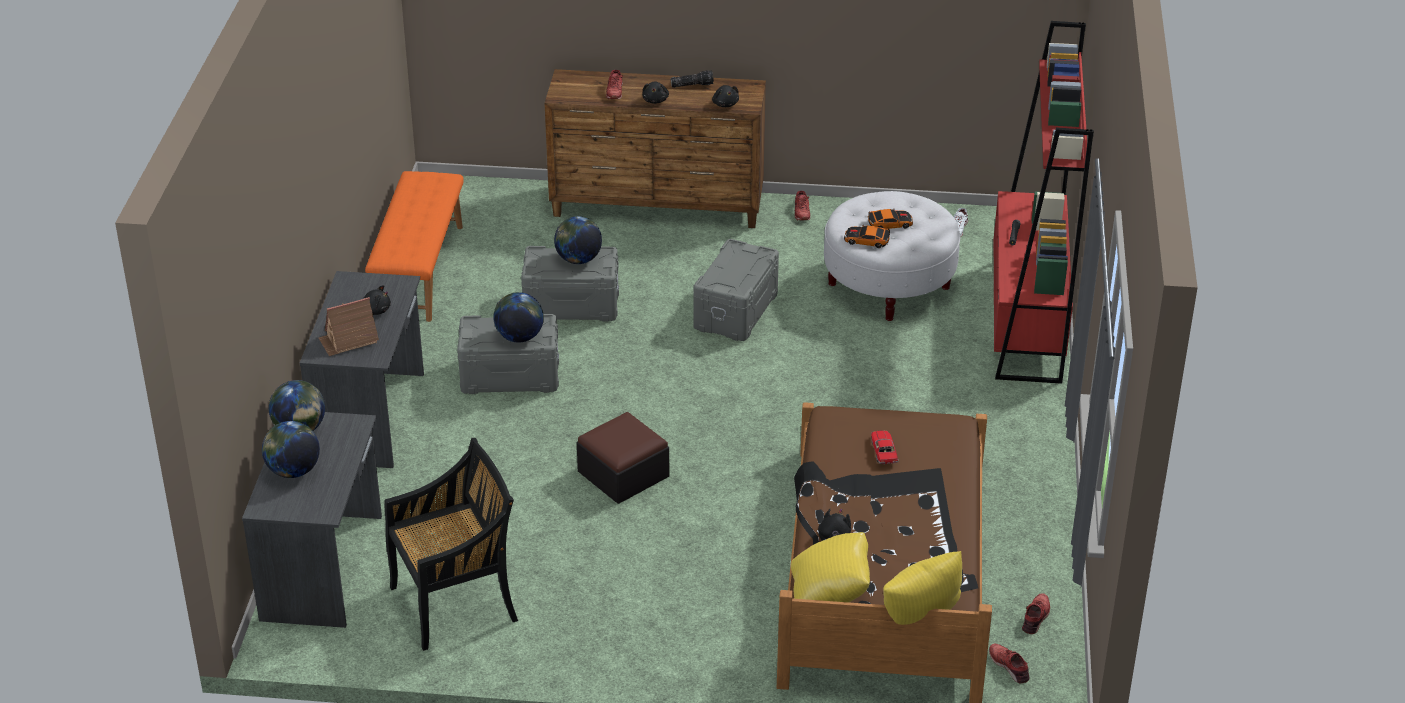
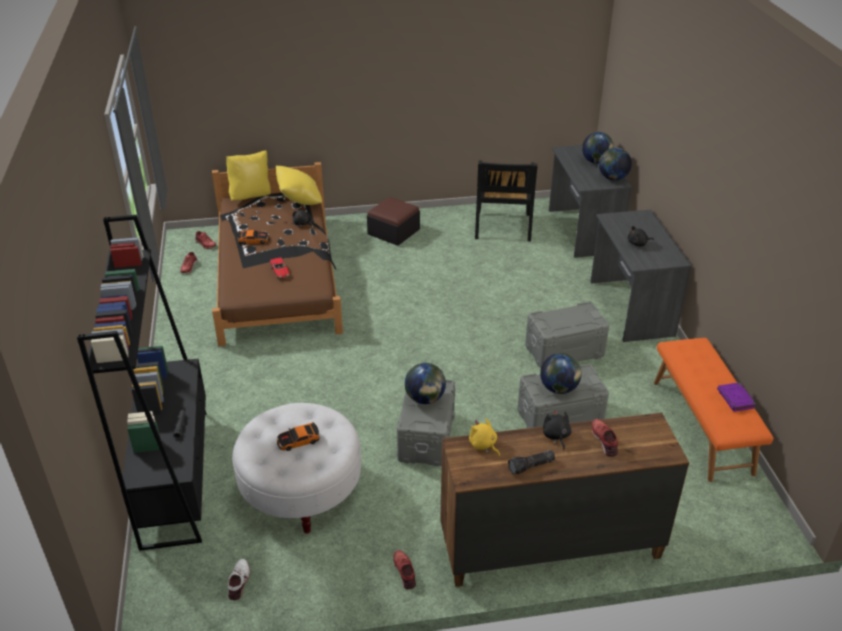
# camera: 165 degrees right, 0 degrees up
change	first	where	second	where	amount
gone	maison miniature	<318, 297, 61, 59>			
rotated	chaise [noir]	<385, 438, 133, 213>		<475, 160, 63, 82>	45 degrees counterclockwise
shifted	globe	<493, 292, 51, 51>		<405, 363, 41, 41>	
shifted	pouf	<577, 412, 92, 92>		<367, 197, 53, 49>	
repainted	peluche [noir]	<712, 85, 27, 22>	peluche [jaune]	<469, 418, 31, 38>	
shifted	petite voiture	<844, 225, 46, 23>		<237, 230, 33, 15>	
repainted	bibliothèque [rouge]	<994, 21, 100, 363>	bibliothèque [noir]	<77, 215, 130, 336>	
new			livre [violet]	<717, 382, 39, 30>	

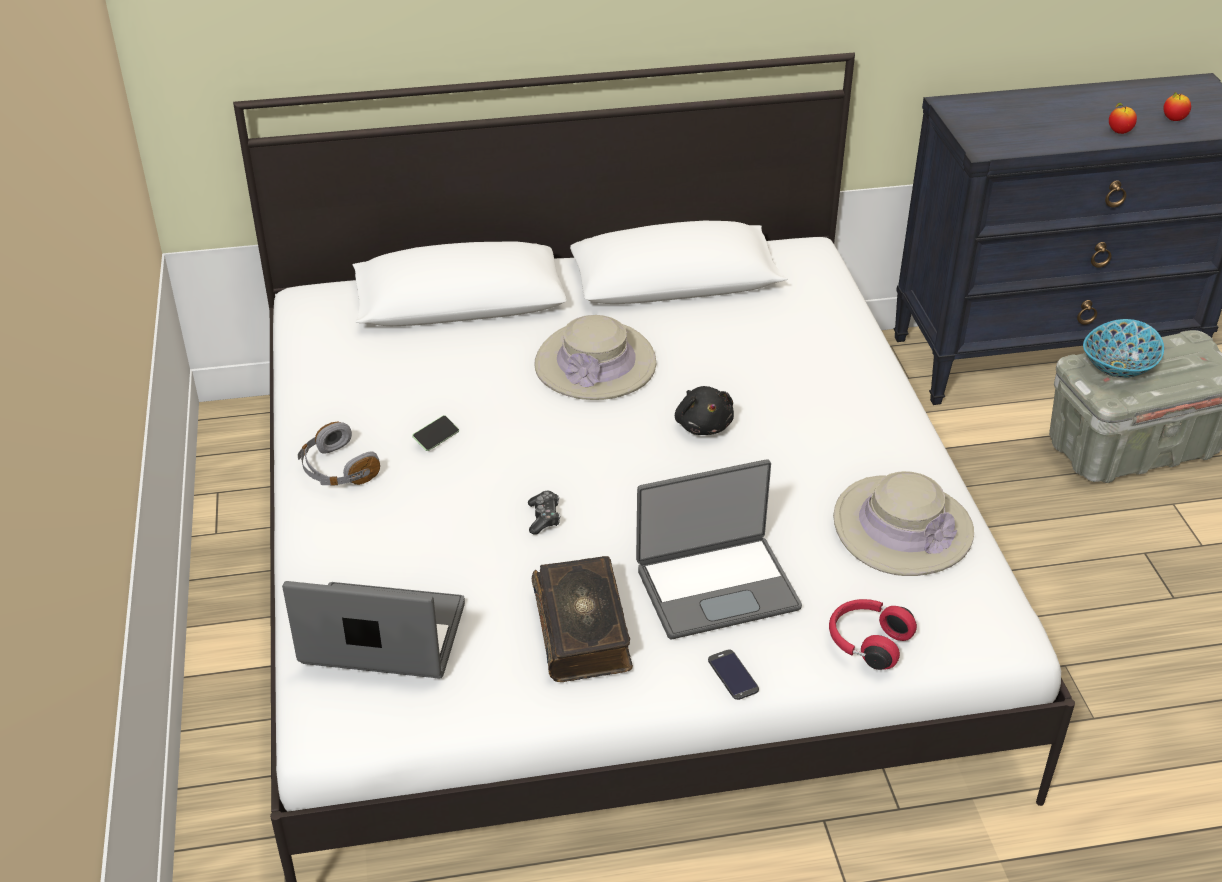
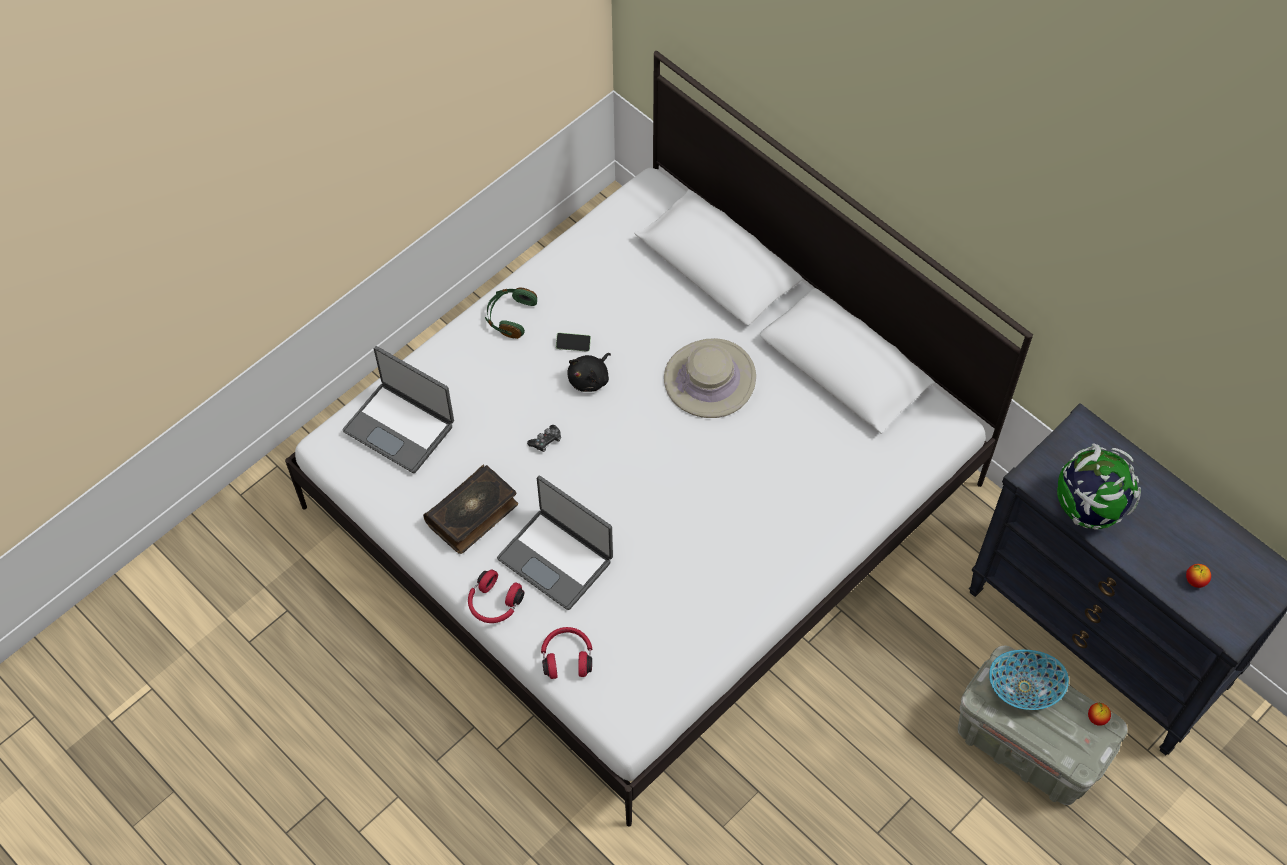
# camera: 55 degrees right, 20 degrees up
change	first	where	second	where	amount
rotated	ordinateur portable	<282, 581, 183, 97>		<342, 346, 112, 127>	150 degrees clockwise
repainted	casque audio [gris]	<298, 421, 82, 65>	casque audio [vert]	<485, 287, 52, 52>	
shifted	peluche [noir]	<675, 386, 59, 49>		<567, 353, 44, 39>	
swapped	téléphone	<708, 649, 51, 51>	casque audio [rouge]	<468, 570, 56, 53>	
gone	chapeau [beige]	<833, 471, 141, 105>			
shifted	pomme	<1109, 103, 28, 31>		<1088, 702, 23, 24>	
new			globe	<1057, 443, 84, 87>	

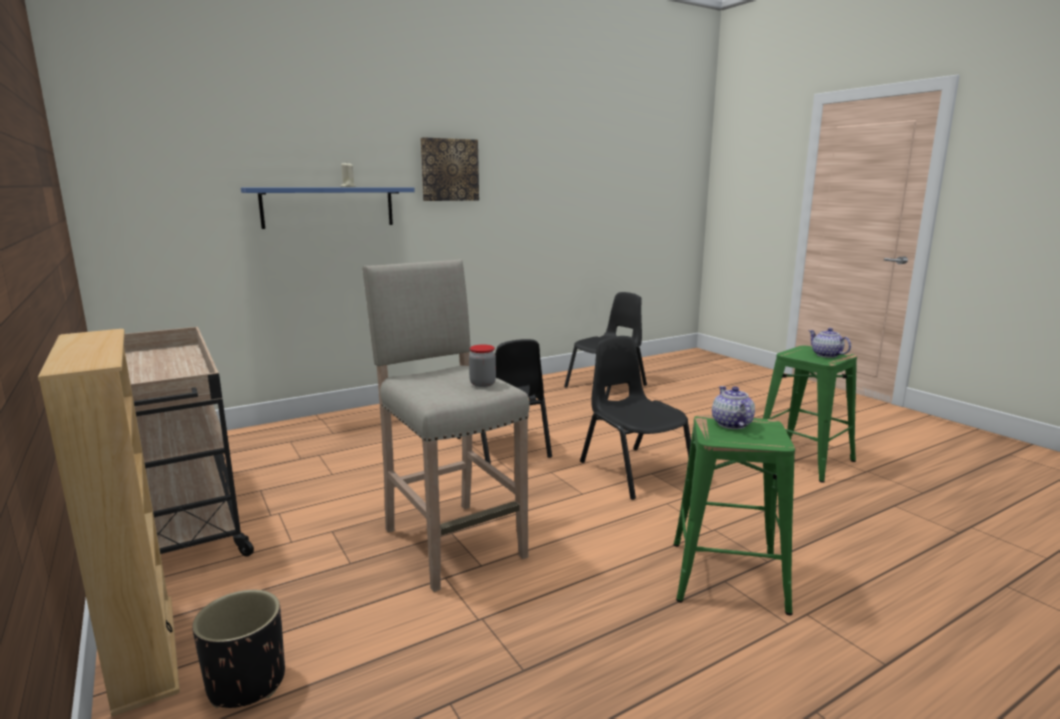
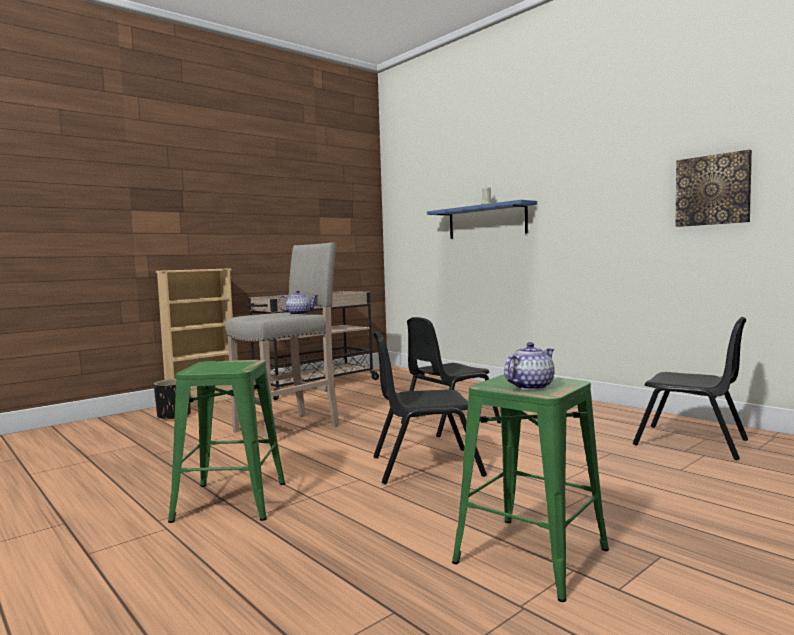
# camera: 80 degrees right, 10 degrees down
change	first	where	second	where	amount
shifted	tableau	<420, 137, 59, 64>		<675, 150, 77, 77>	
gone	bocal	<469, 344, 27, 43>			
rotated	chaise [noir]	<580, 336, 111, 164>		<374, 331, 113, 153>	150 degrees counterclockwise
shifted	théière	<712, 386, 43, 43>		<278, 290, 40, 25>	

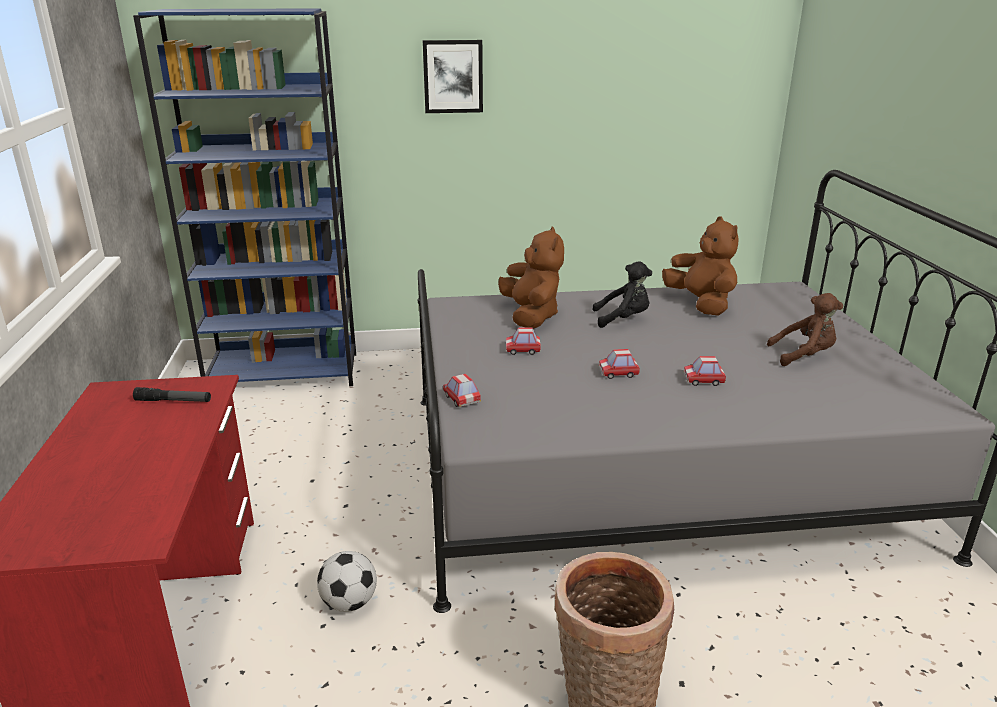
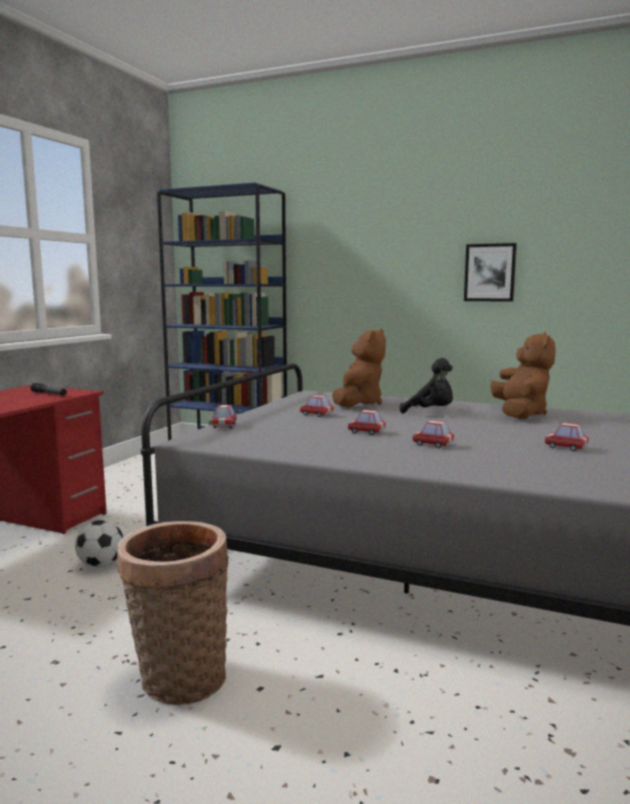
# camera: 30 degrees right, 15 degrees down
change	first	where	second	where	amount
shifted	tableau	<423, 40, 60, 73>		<464, 243, 53, 59>	
swapped	peluche [marron]	<767, 293, 76, 73>	petite voiture	<544, 423, 45, 28>	

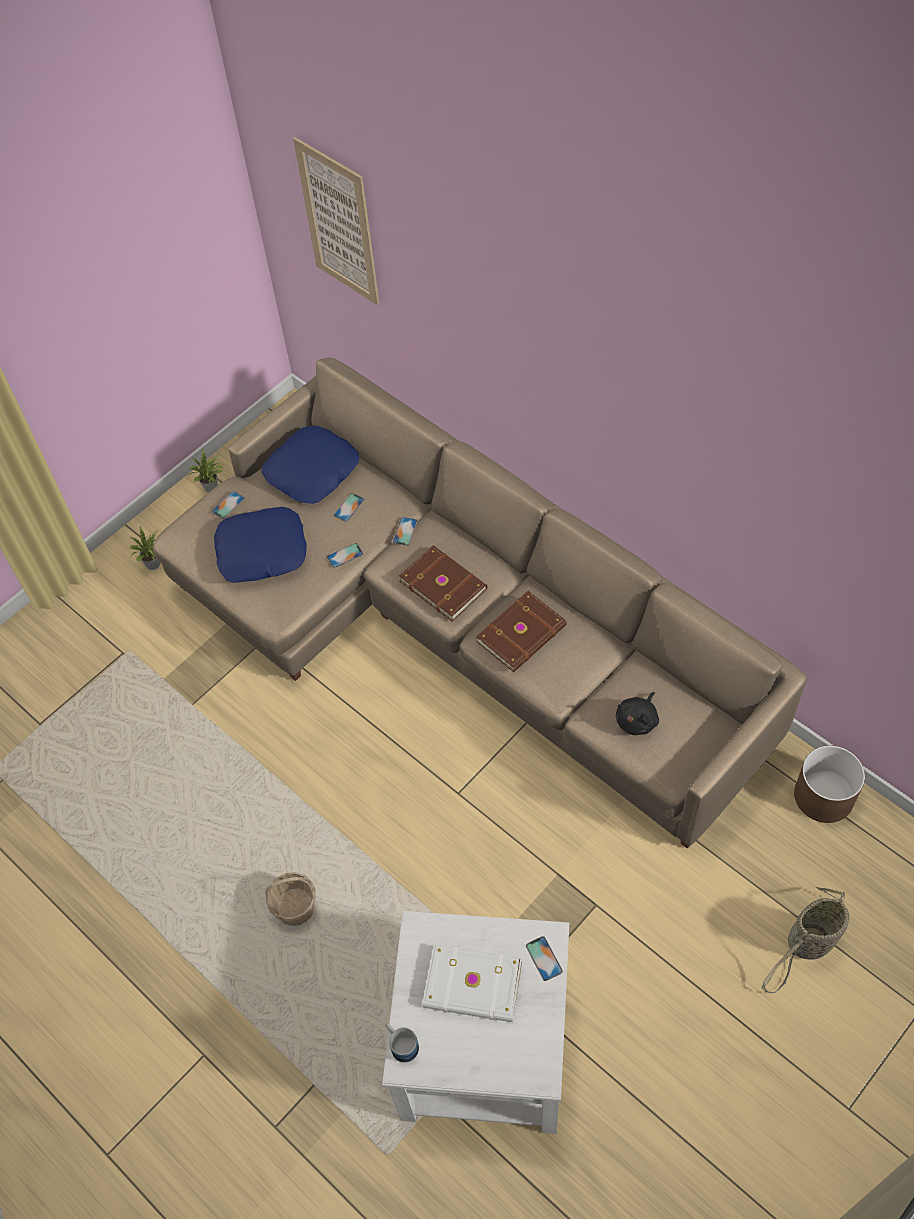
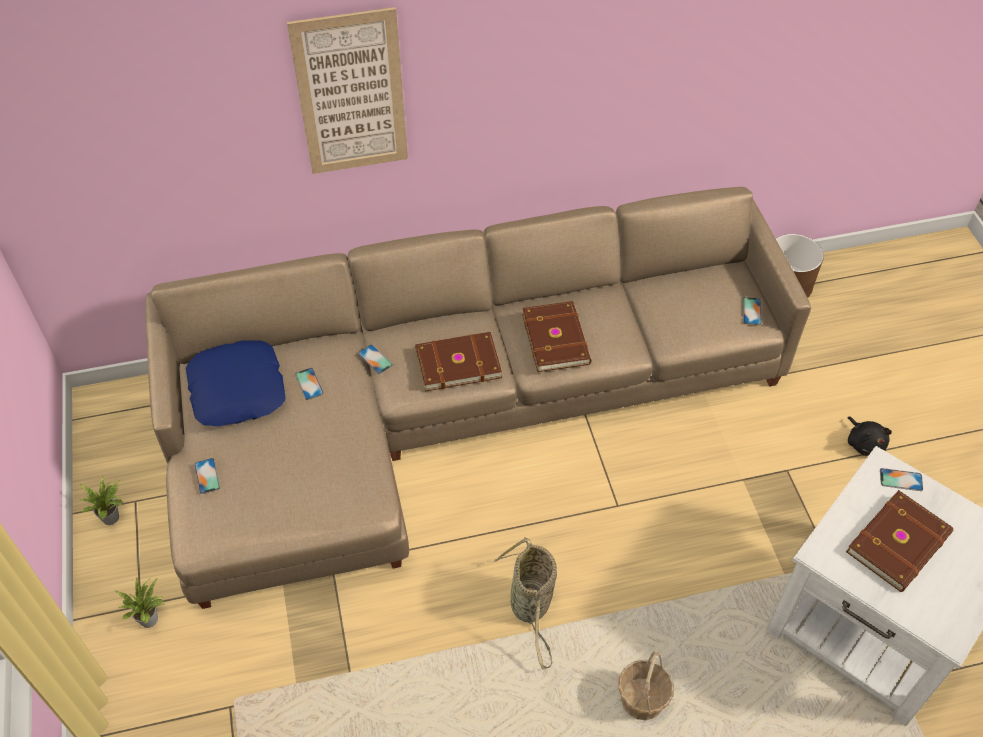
# camera: 60 degrees left, 5 degrees down
change	first	where	second	where	amount
gone	coussin [bleu]	<214, 507, 93, 76>			
shifted	tableau	<293, 137, 86, 168>		<287, 7, 121, 167>	
shifted	téléphone	<327, 543, 36, 25>		<743, 297, 19, 28>	
gone	mug	<385, 1023, 34, 40>			
repainted	livre [blanc]	<422, 943, 100, 79>	livre [marron]	<846, 490, 107, 102>	
shifted	peluche [noir]	<616, 692, 43, 43>		<848, 416, 44, 40>	
shifted	panier	<761, 887, 88, 106>		<493, 537, 64, 133>	

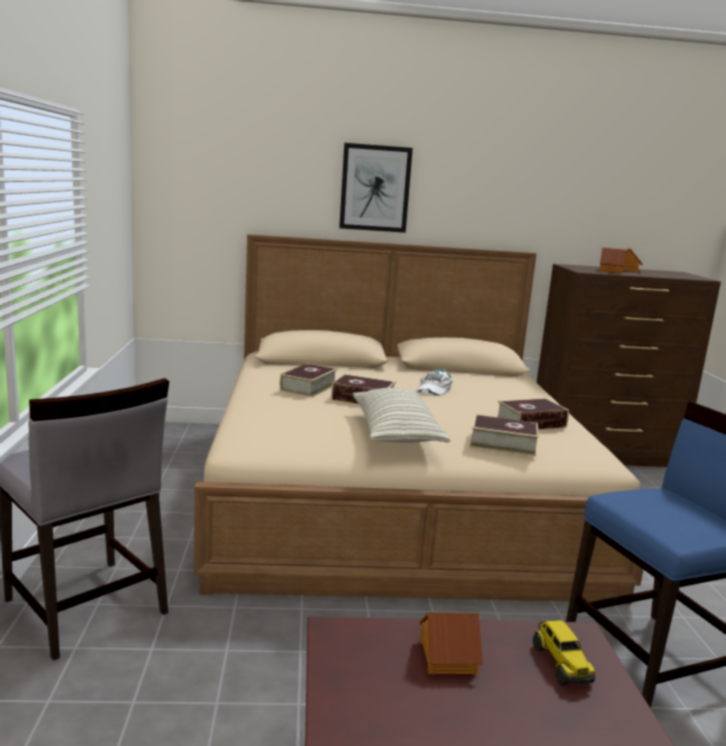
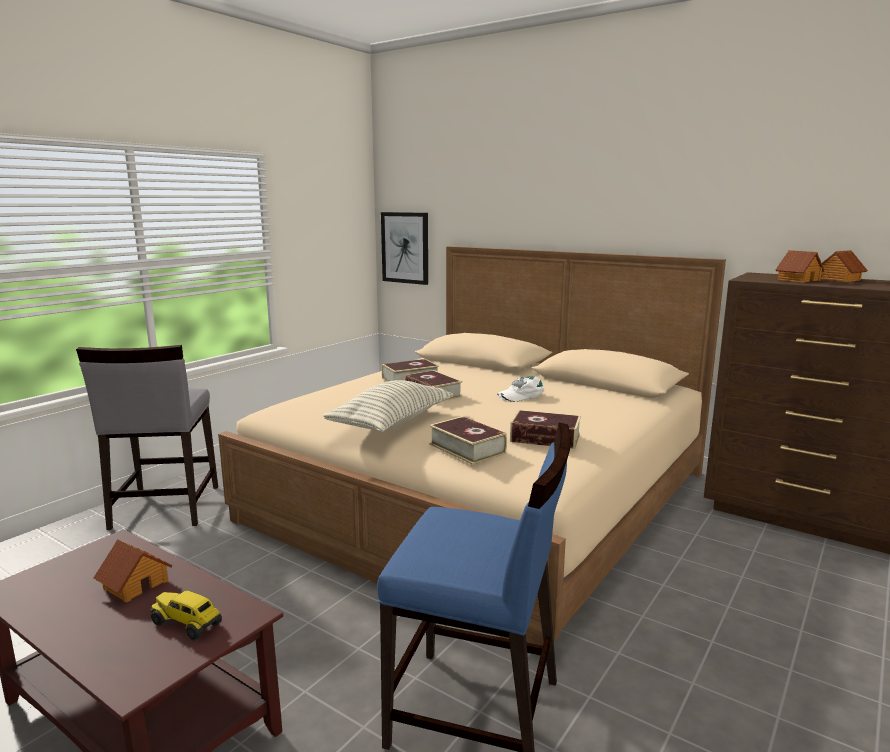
# camera: 40 degrees right, 0 degrees up
change	first	where	second	where	amount
shifted	tableau	<339, 143, 74, 90>		<381, 212, 47, 73>	
rotated	camion jouet	<533, 620, 62, 66>		<150, 590, 72, 51>	90 degrees clockwise

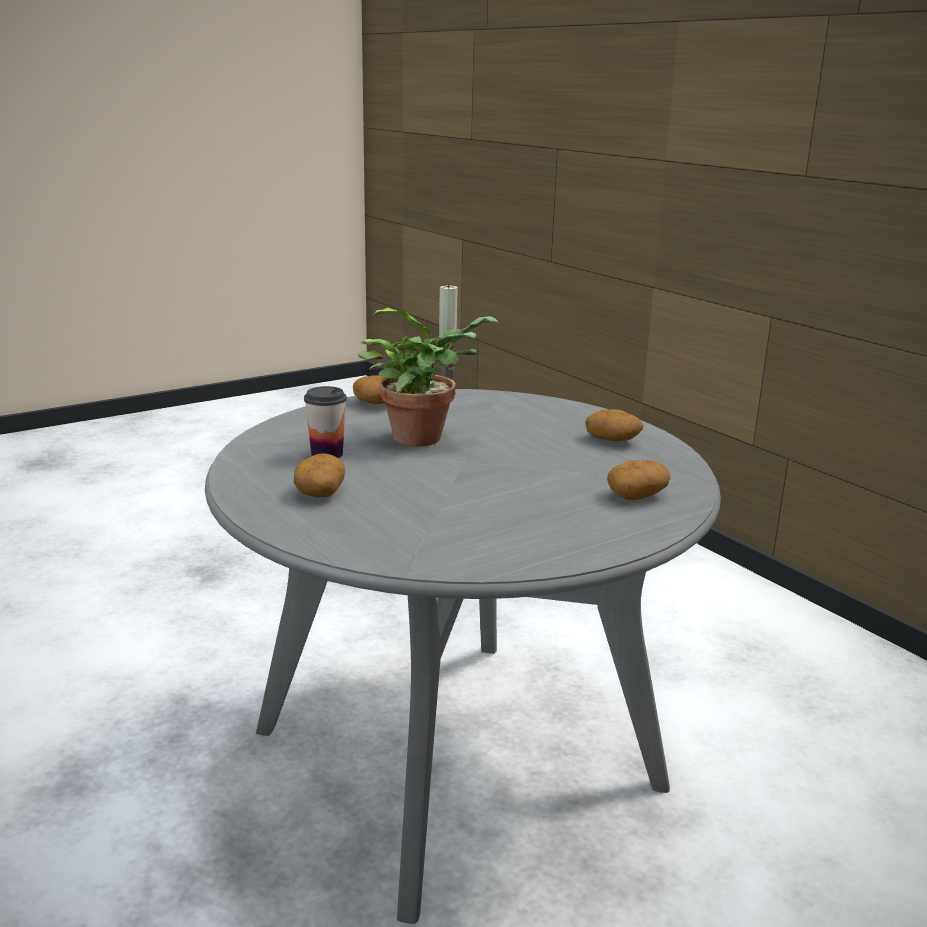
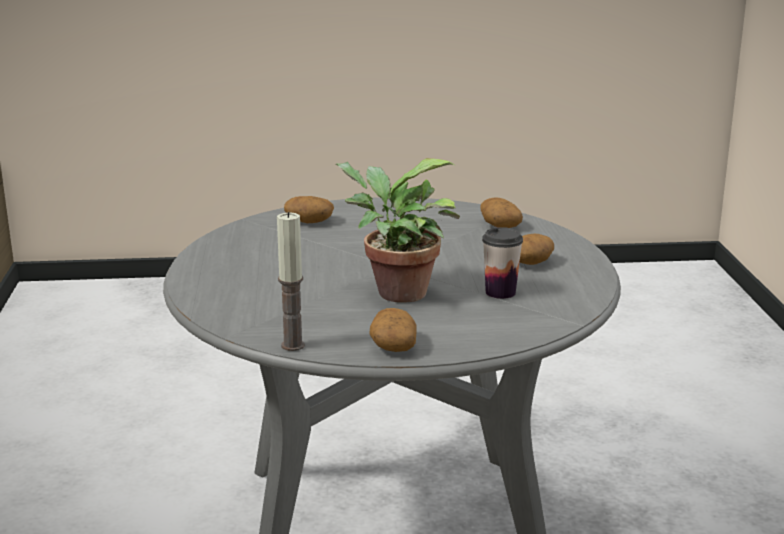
# camera: 150 degrees left, 0 degrees up
change	first	where	second	where	amount
shifted	pomme de terre	<585, 409, 58, 33>		<480, 198, 43, 30>	

